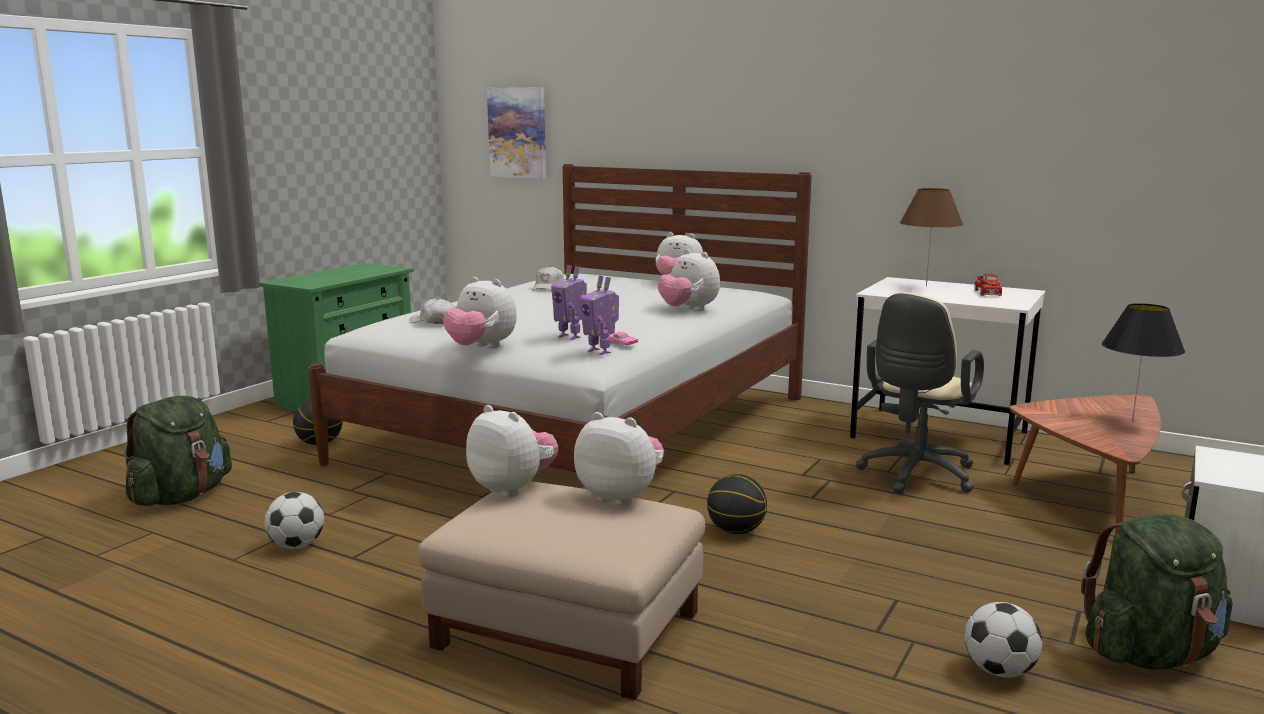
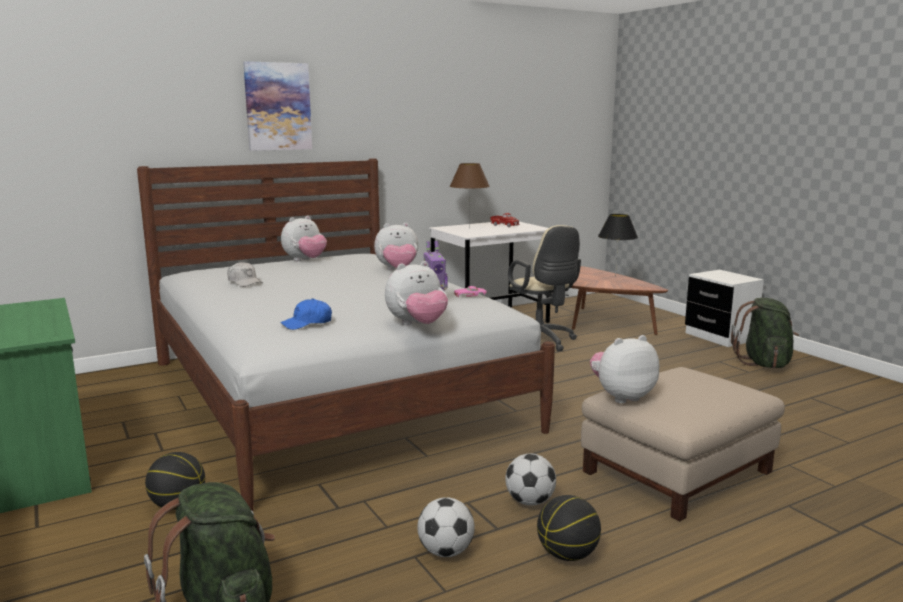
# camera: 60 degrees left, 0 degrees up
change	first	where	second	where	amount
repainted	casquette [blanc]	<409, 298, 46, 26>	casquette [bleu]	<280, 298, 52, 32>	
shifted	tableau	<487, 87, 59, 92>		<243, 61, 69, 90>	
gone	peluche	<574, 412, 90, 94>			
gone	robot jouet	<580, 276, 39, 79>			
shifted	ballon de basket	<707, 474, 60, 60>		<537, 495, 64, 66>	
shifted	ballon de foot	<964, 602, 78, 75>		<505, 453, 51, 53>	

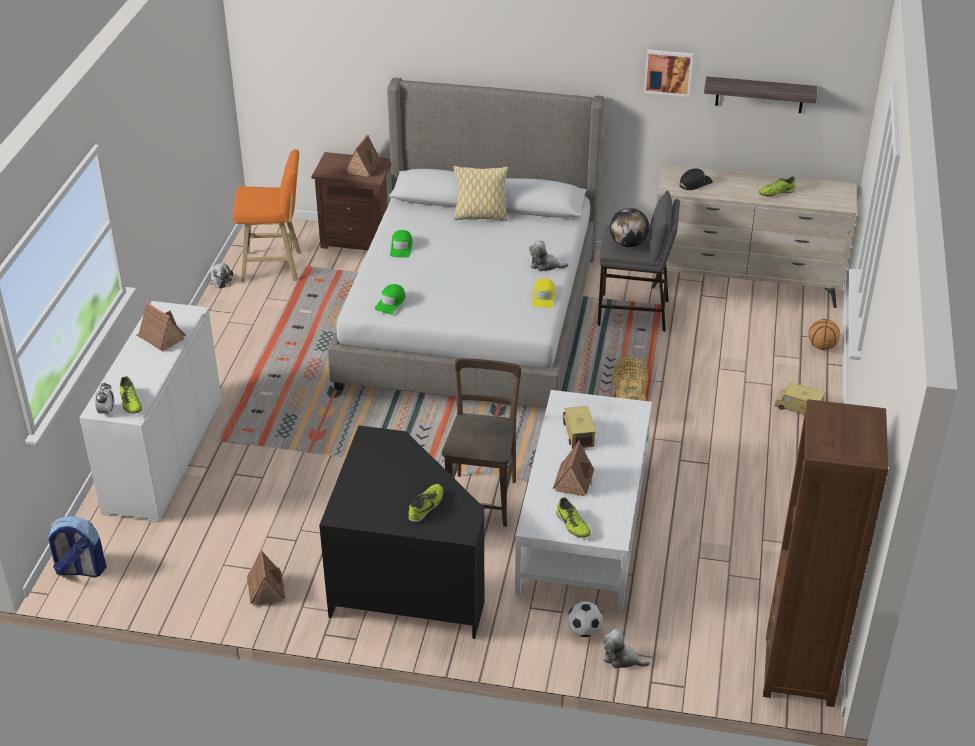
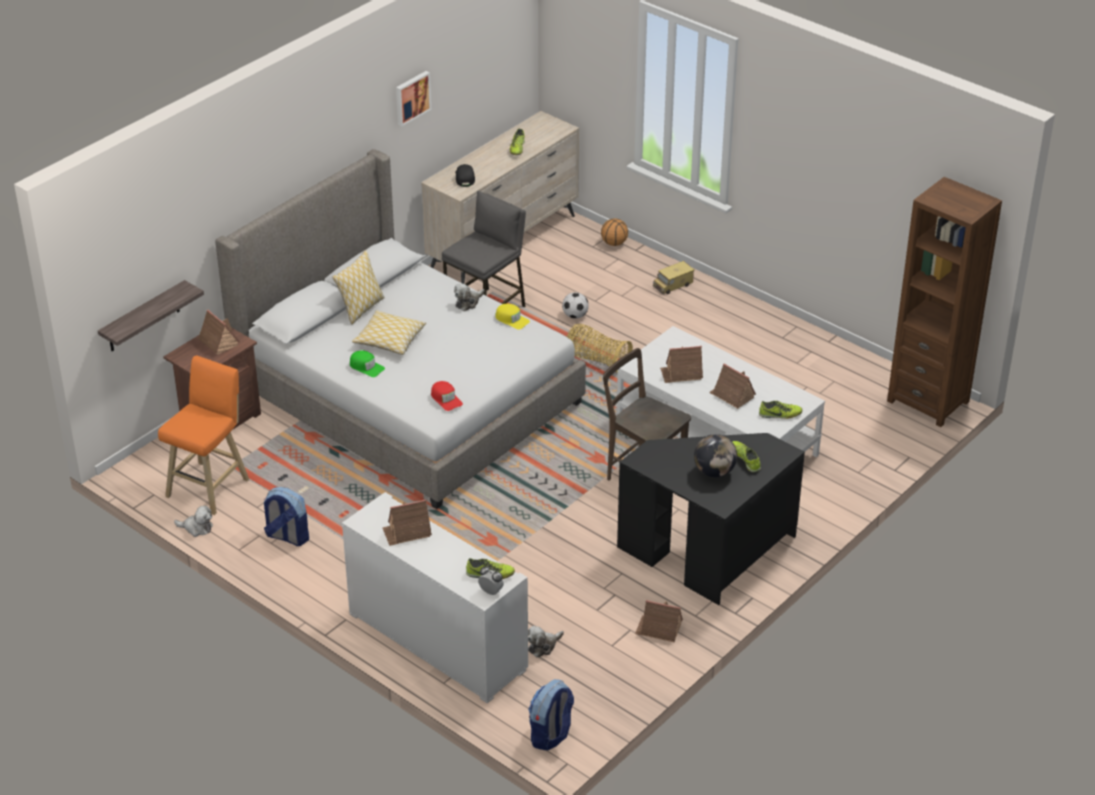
# camera: 60 degrees left, 0 degrees up
change	first	where	second	where	amount
repainted	casquette [vert]	<375, 284, 30, 30>	casquette [rouge]	<431, 381, 32, 30>	
swapped	camion jouet	<563, 406, 33, 43>	maison miniature	<660, 346, 43, 37>	
shifted	ballon de foot	<568, 601, 35, 36>		<562, 292, 27, 27>	
shifted	peluche	<603, 629, 47, 39>		<528, 626, 36, 31>	
shifted	globe	<610, 208, 39, 39>		<694, 434, 43, 43>	
shifted	étagère	<704, 76, 113, 37>		<98, 280, 106, 71>	
new			sac à dos	<264, 487, 45, 59>	
new			coussin	<352, 310, 74, 45>	

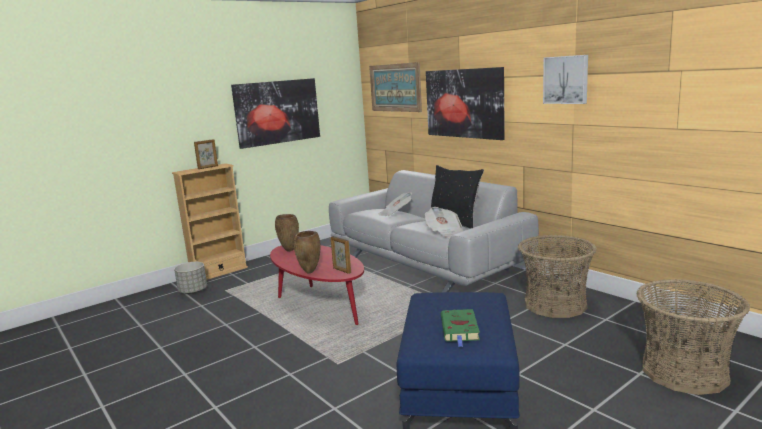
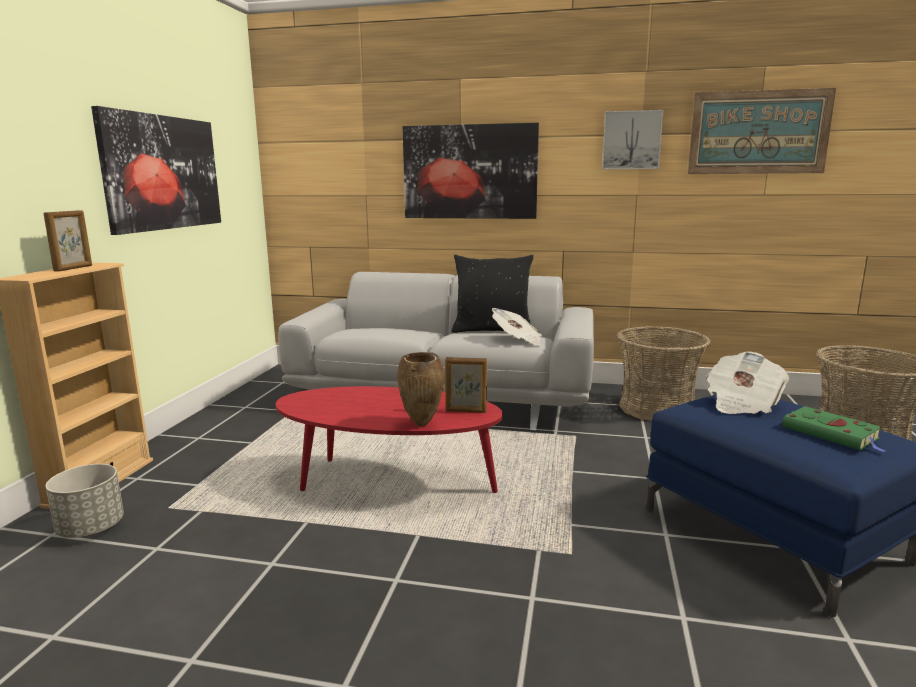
# camera: 40 degrees left, 0 degrees up
change	first	where	second	where	amount
gone	vase [marron]	<275, 214, 24, 37>			
shifted	tableau	<369, 62, 53, 50>		<688, 88, 148, 86>	
shifted	journal	<378, 192, 34, 24>		<706, 352, 83, 62>	

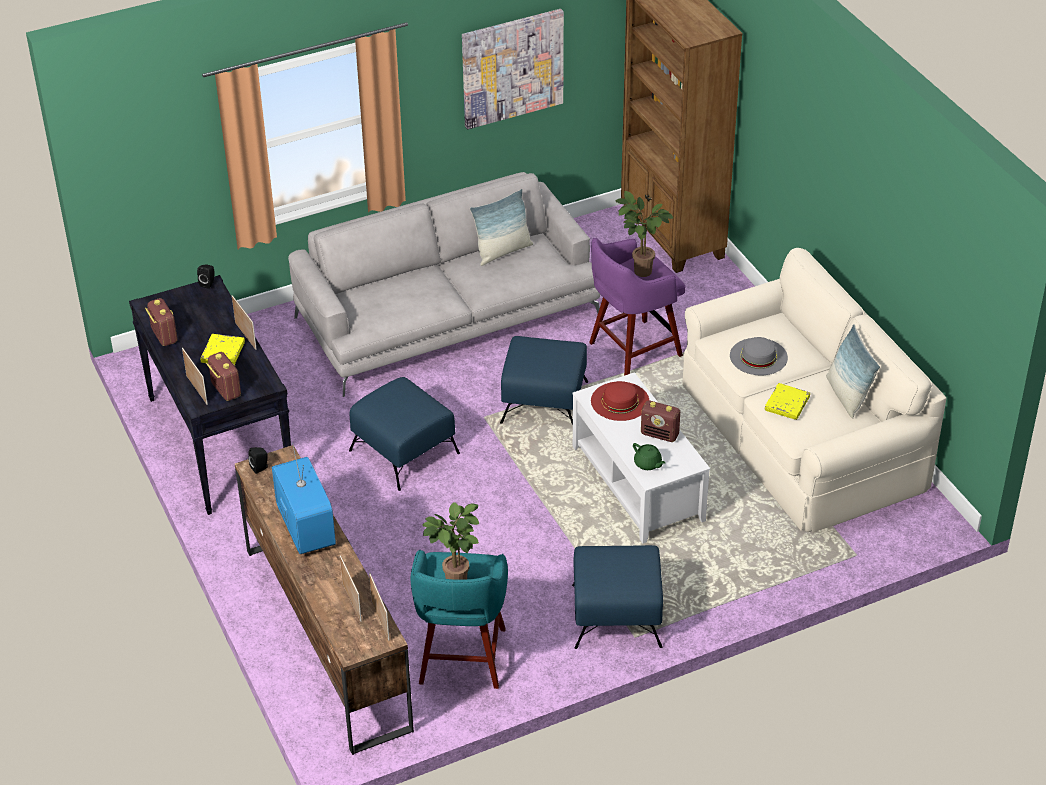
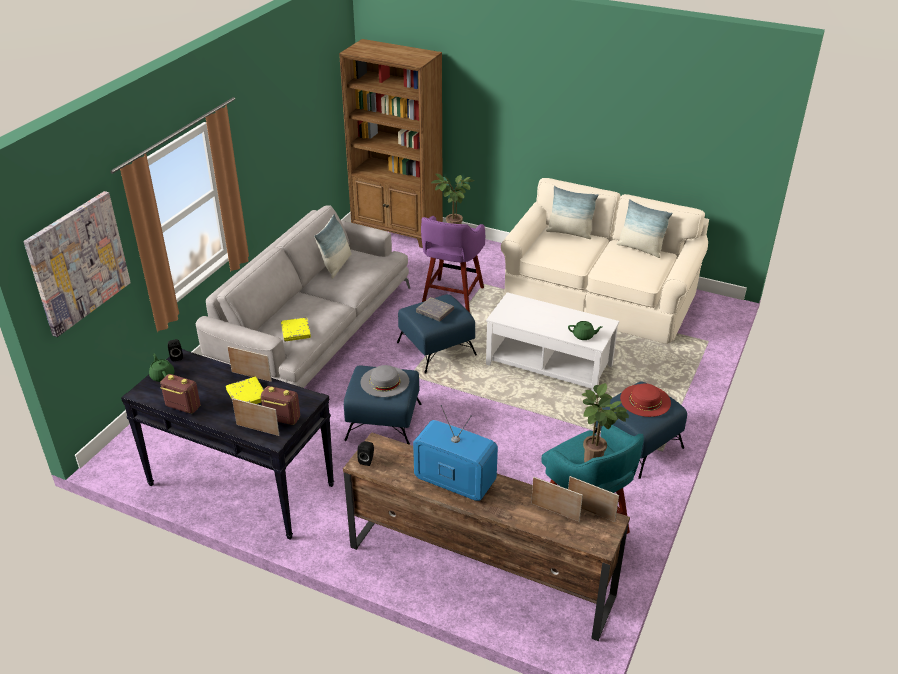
# camera: 40 degrees left, 5 degrees down
change	first	where	second	where	amount
shifted	tableau	<462, 9, 102, 120>		<23, 191, 108, 146>	
shifted	chapeau [rouge]	<591, 381, 58, 40>		<620, 383, 51, 34>	
gone	radio	<641, 400, 39, 42>			
shifted	chapeau [gris]	<730, 337, 58, 38>		<361, 365, 48, 32>	
shifted	livre [jaune]	<765, 383, 45, 37>		<281, 317, 30, 24>	
new			théière [vert]	<149, 354, 26, 28>	
new			livre [gris]	<416, 297, 38, 24>	
new			coussin	<546, 186, 53, 53>	

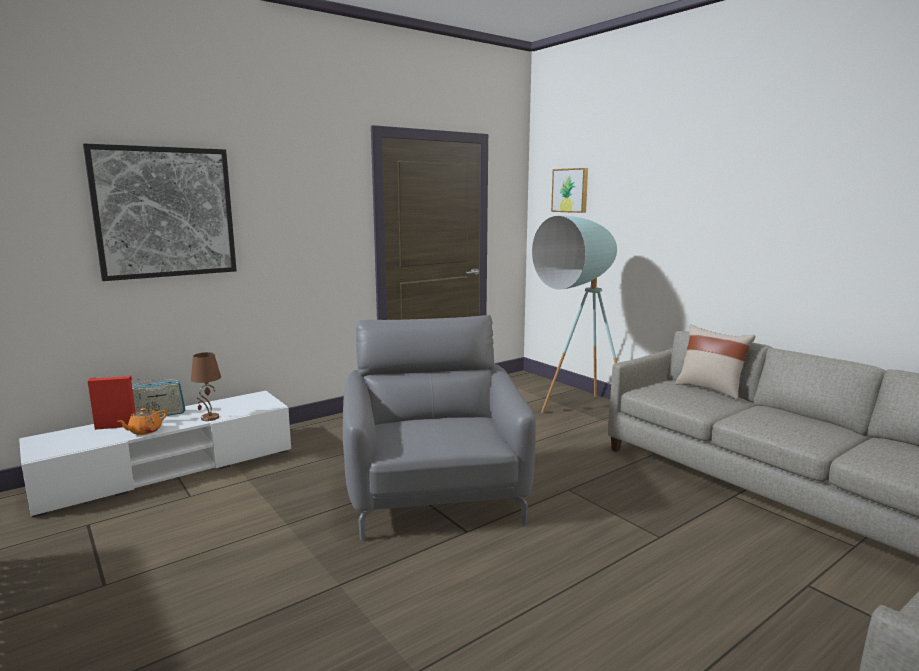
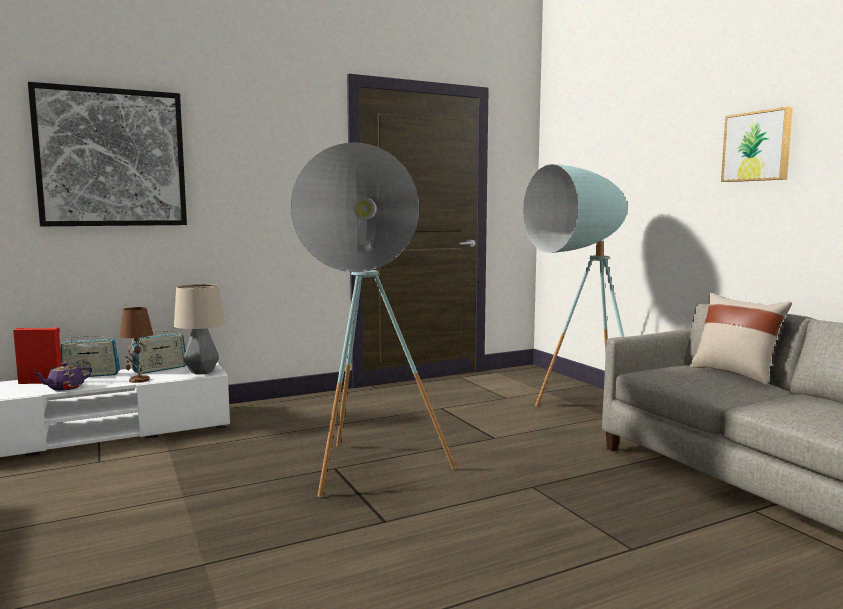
# camera: 10 degrees right, 5 degrees down
change	first	where	second	where	amount
repainted	théière [orange]	<117, 408, 50, 27>	théière [violet]	<34, 362, 58, 29>	
swapped	fauteuil [gris]	<343, 315, 193, 226>	lampadaire [turquoise]	<291, 142, 165, 355>	
shifted	tableau	<551, 168, 37, 45>		<721, 107, 72, 75>	
new			radio	<132, 331, 54, 43>	
new			lampe de table	<174, 284, 51, 91>	

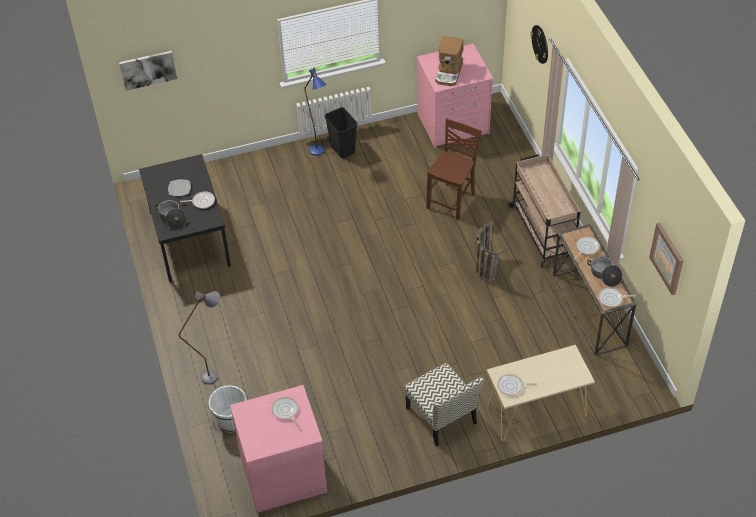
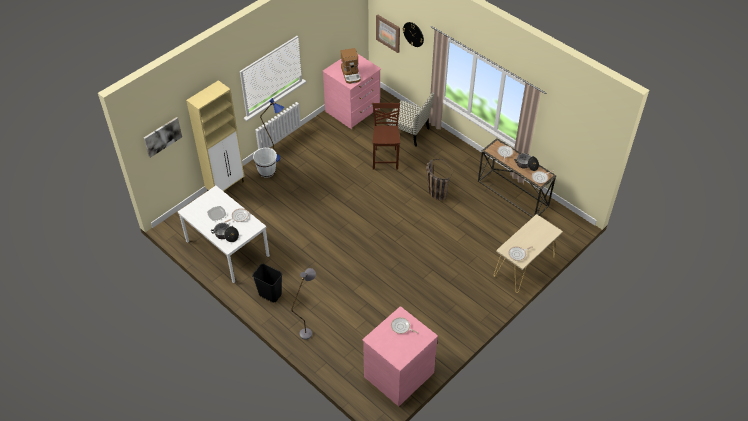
# camera: 30 degrees left, 0 degrees up
change	first	where	second	where	amount
repainted	table à manger [noir]	<139, 154, 92, 128>	table à manger [blanc]	<178, 186, 92, 97>	
shifted	seau [blanc]	<209, 385, 37, 48>		<253, 148, 24, 30>	
shifted	poubelle [noir]	<325, 107, 33, 51>		<252, 264, 30, 38>	
shifted	chaise	<404, 363, 80, 84>		<387, 93, 47, 53>	
gone	chariot [beige]	<509, 154, 72, 114>			
shifted	tableau	<649, 223, 34, 72>		<376, 15, 24, 38>	
new			meuble de rangement [beige]	<186, 80, 59, 111>	

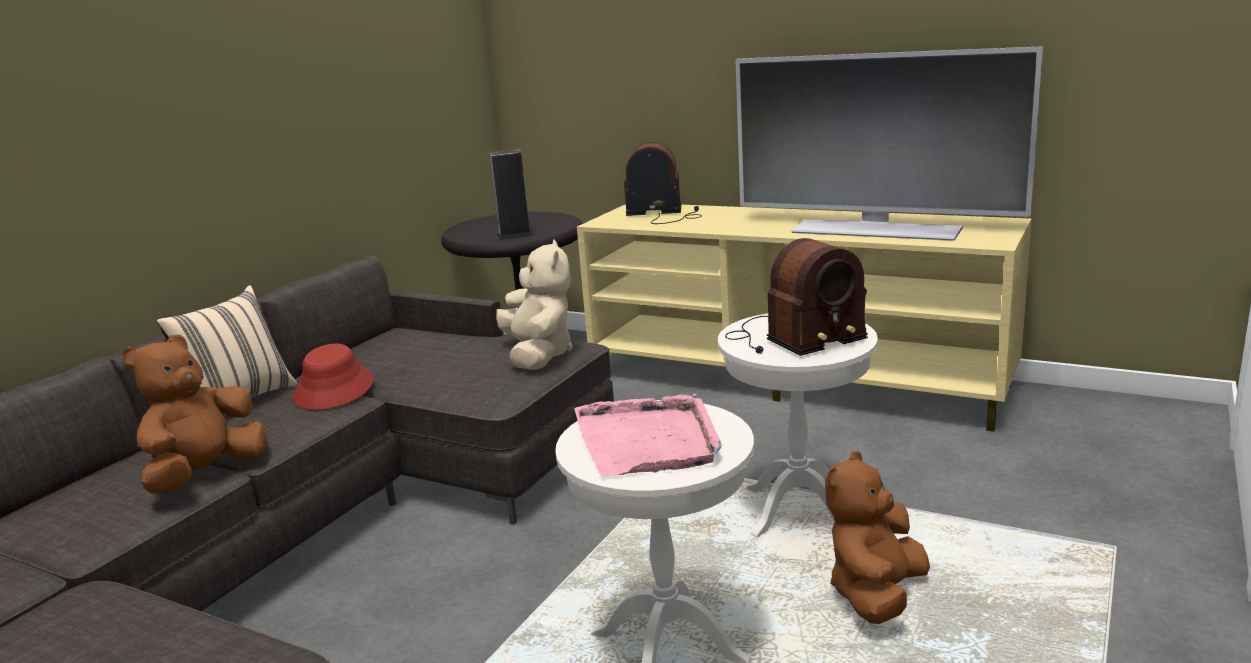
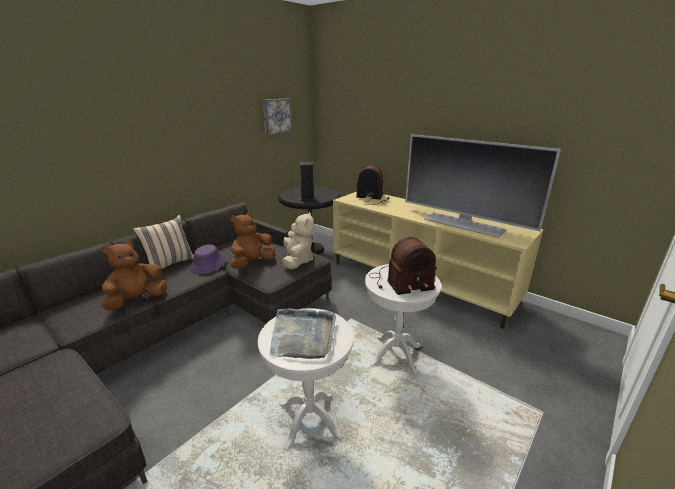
# camera: 10 degrees right, 5 degrees up
change	first	where	second	where	amount
repainted	chapeau [rouge]	<292, 344, 82, 66>	chapeau [violet]	<189, 244, 37, 31>	
repainted	plateau [rose]	<575, 394, 147, 82>	plateau [gris]	<269, 308, 67, 51>	
shifted	peluche [marron]	<825, 451, 105, 173>		<231, 212, 44, 57>	
new			tableau	<263, 98, 29, 37>	

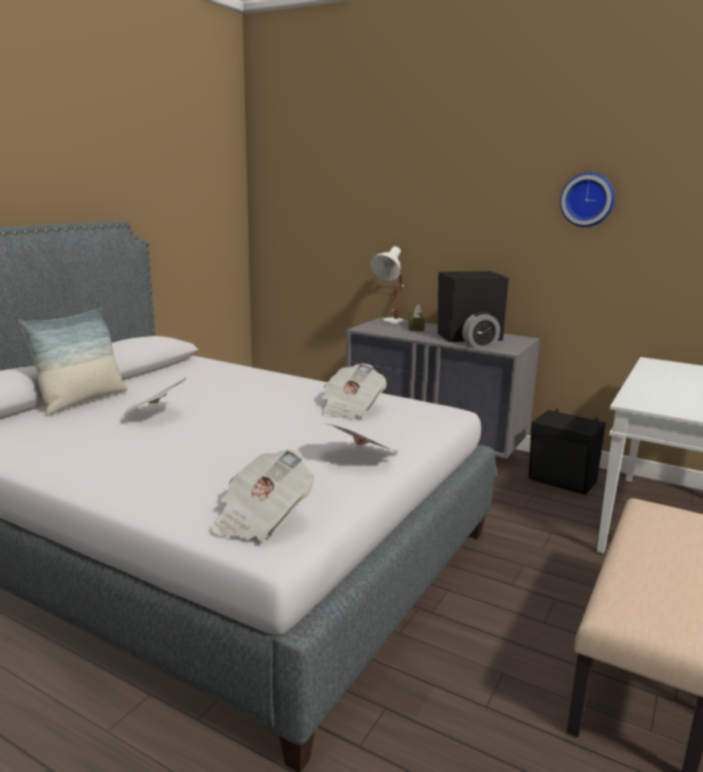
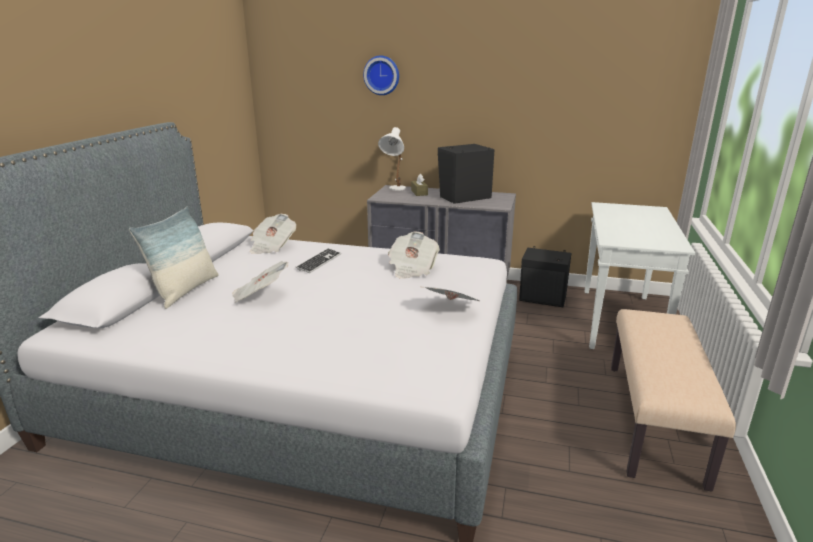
# camera: 15 degrees left, 5 degrees up
change	first	where	second	where	amount
shifted	journal	<211, 450, 103, 90>		<250, 214, 46, 40>	
gone	réveil	<462, 312, 38, 35>			
shifted	horloge murale	<560, 173, 55, 54>		<363, 56, 36, 39>	
new			clavier	<296, 248, 45, 25>	

